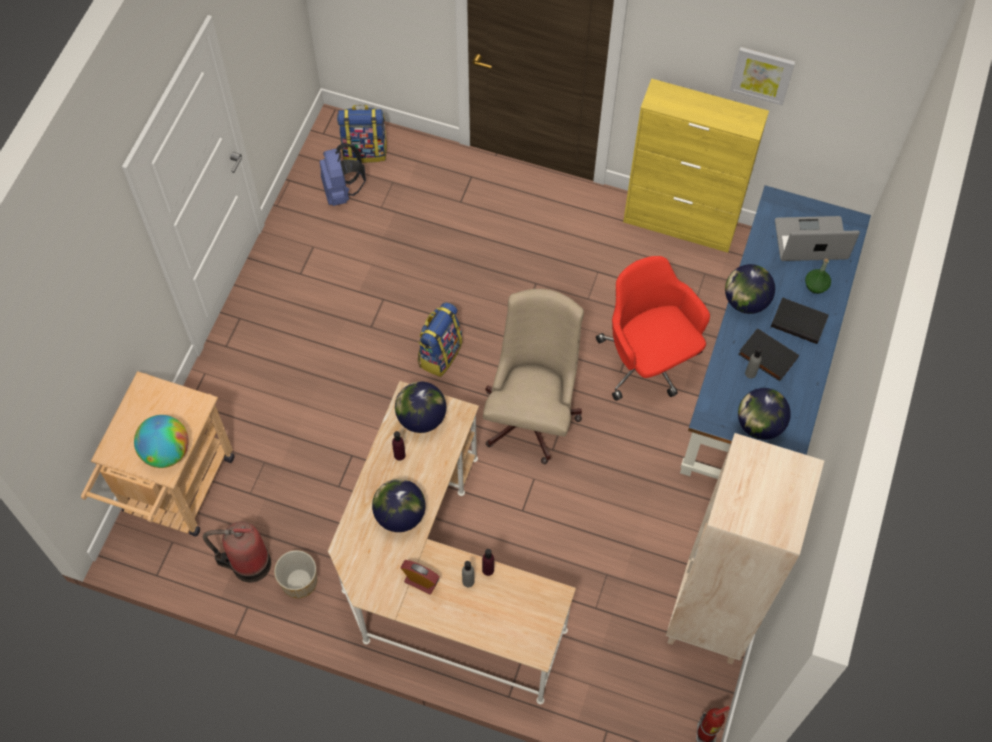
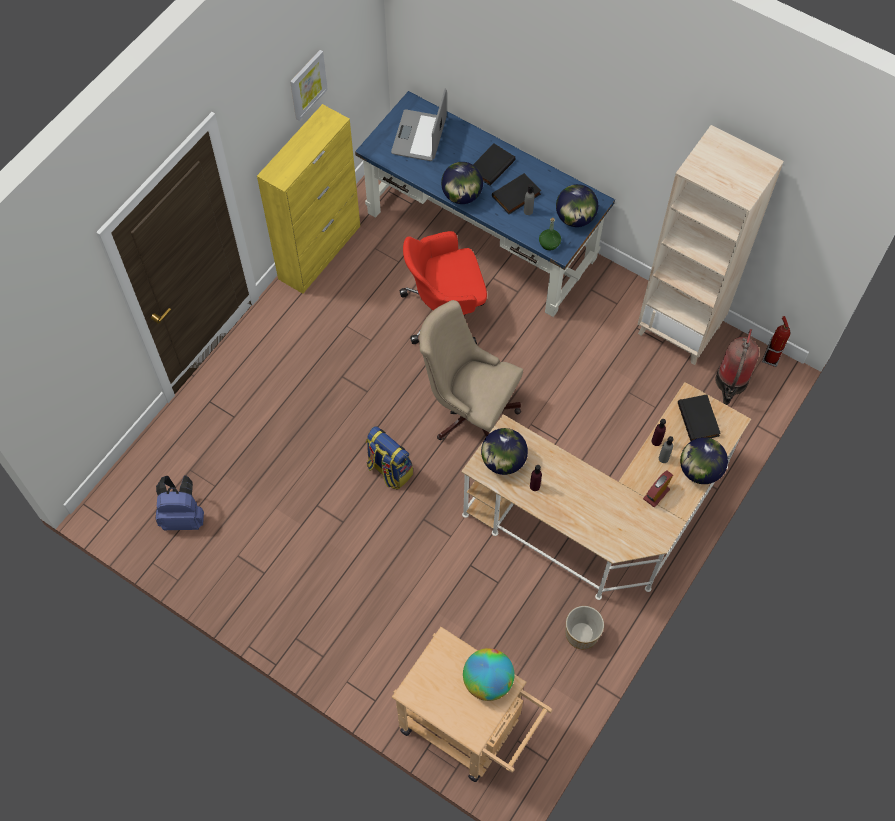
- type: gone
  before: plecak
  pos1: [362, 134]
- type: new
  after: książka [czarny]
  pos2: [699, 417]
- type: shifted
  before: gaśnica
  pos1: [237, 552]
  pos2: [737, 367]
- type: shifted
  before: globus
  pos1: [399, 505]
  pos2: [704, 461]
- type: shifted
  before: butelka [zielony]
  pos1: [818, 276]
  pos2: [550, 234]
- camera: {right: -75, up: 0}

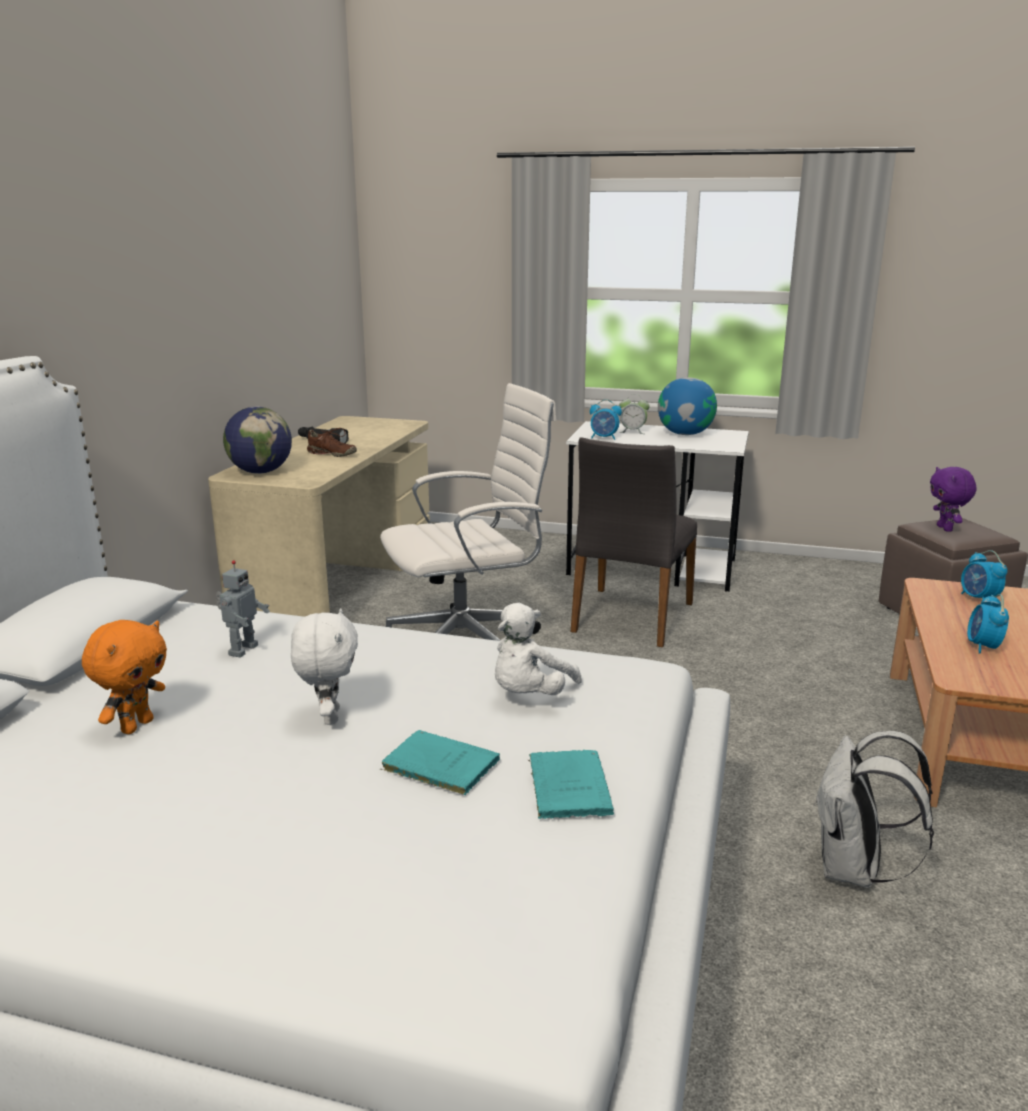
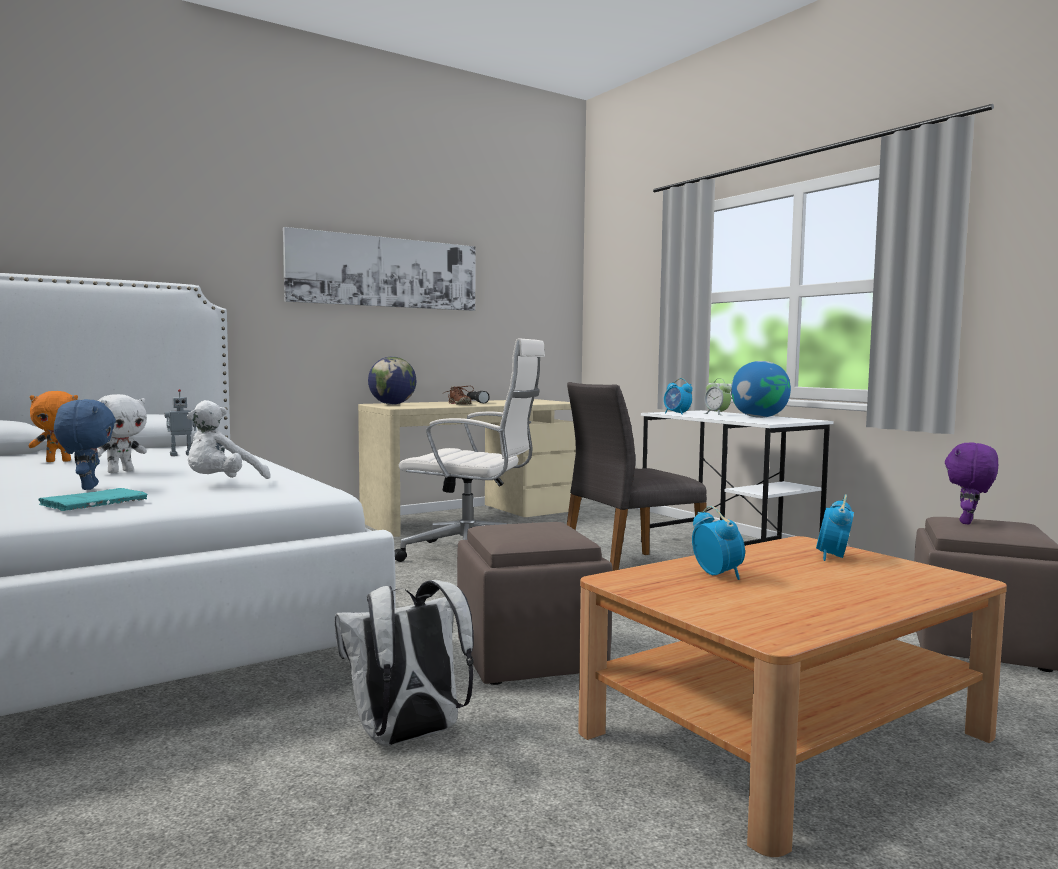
- type: new
  after: obraz
  pos2: [379, 269]
- type: new
  after: pufa [brązowy]
  pos2: [535, 603]
- type: swapped
  before: książka [turkusowy]
  after: pluszak [niebieski]
  pos1: [440, 762]
  pos2: [85, 444]
- type: rotated
  before: pluszak [biały]
  pos1: [538, 649]
  pos2: [228, 439]
  turn: -45
- type: rotated
  before: budzik
  pos1: [988, 624]
  pos2: [718, 543]
  turn: 105
- camera: {right: 40, up: -15}

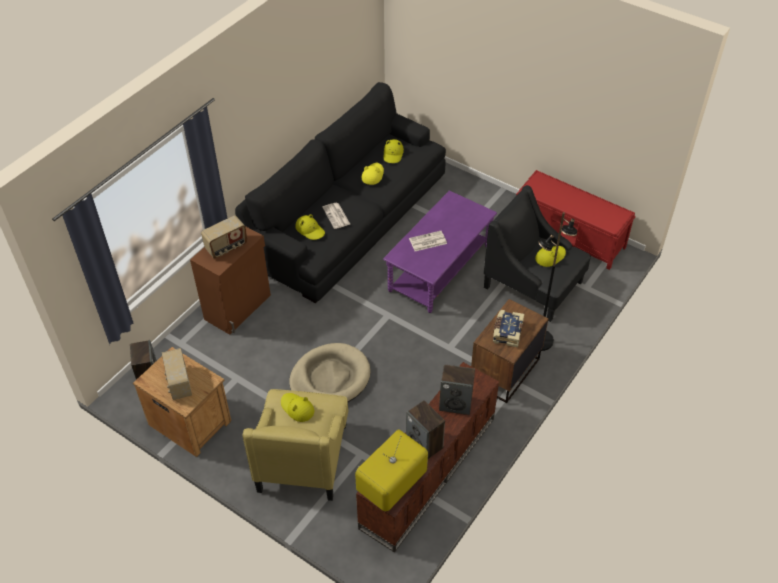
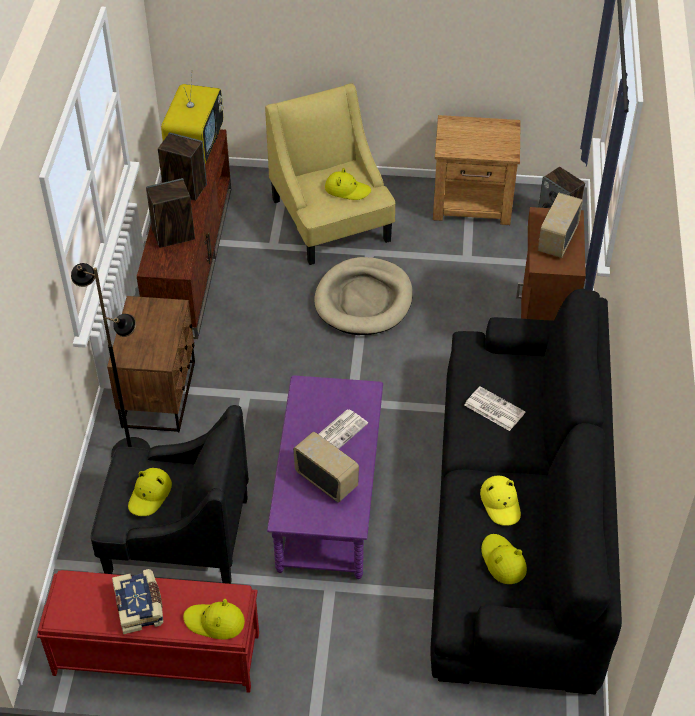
- type: shifted
  before: radio
  pos1: [177, 374]
  pos2: [326, 467]
- type: shifted
  before: kapelusz [żółty]
  pos1: [310, 227]
  pos2: [214, 619]
- type: shifted
  before: książka
  pos1: [508, 329]
  pos2: [137, 601]
- camera: {right: 150, up: 0}

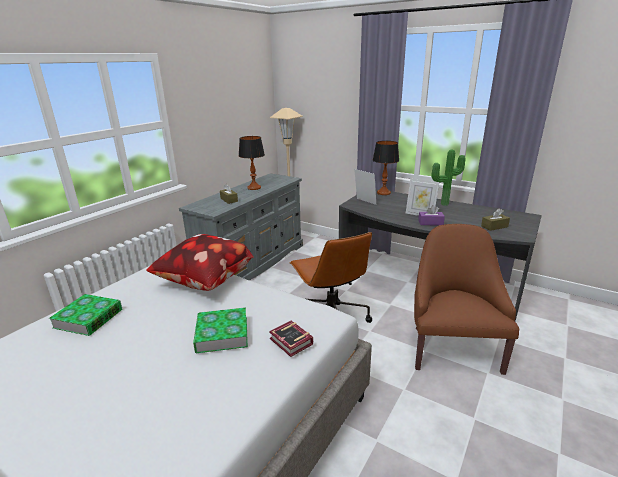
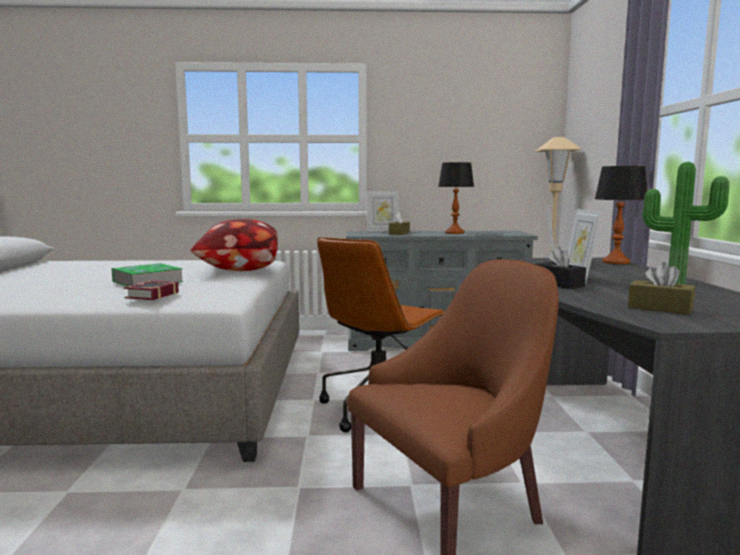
- type: gone
  before: książka
  pos1: [85, 315]
- type: new
  after: ramka na zdjęcie
  pos2: [382, 211]
- type: repainted
  before: pudełko chusteczek [fioletowy]
  after: pudełko chusteczek [czarny]
  pos1: [431, 215]
  pos2: [560, 268]
- camera: {right: 55, up: -15}

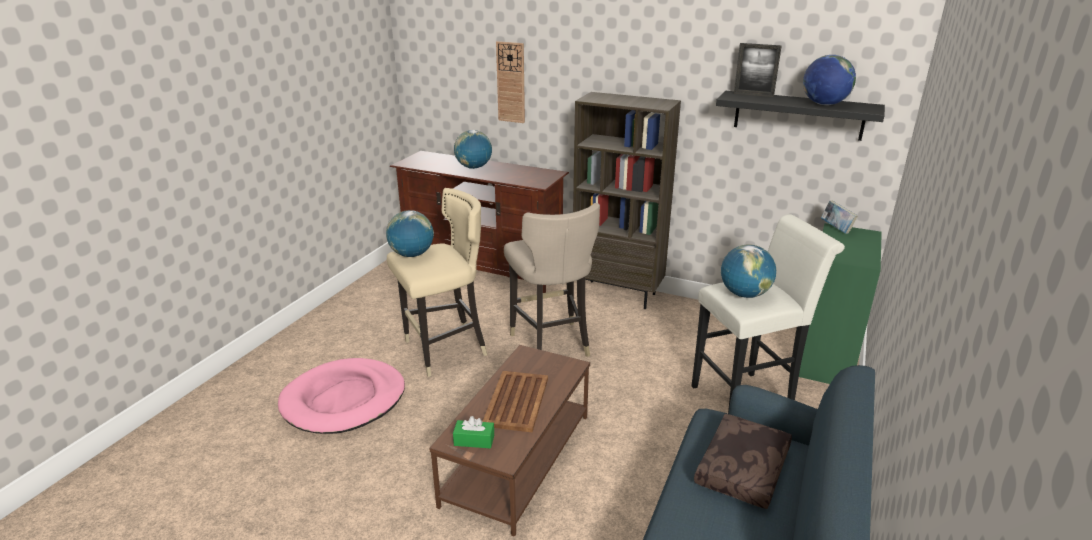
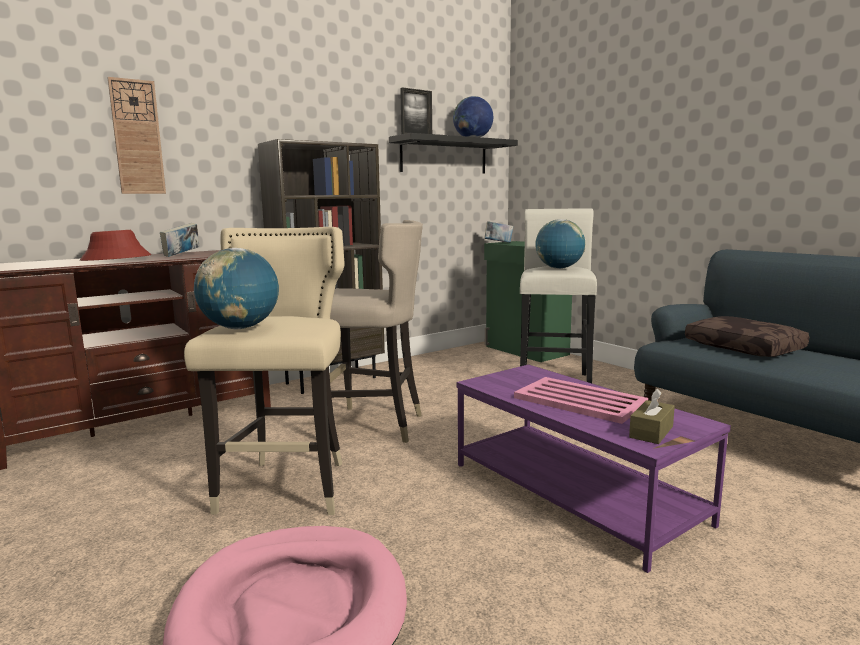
- type: new
  after: książka
  pos2: [179, 240]
- type: swapped
  before: globus
  after: kapelusz [czerwony]
  pos1: [473, 149]
  pos2: [115, 245]
- type: repainted
  before: ława [brązowy]
  after: ława [fioletowy]
  pos1: [509, 441]
  pos2: [593, 468]
- type: repainted
  before: pudełko chusteczek [zielony]
  after: pudełko chusteczek [brązowy]
  pos1: [473, 432]
  pos2: [652, 416]
- type: repainted
  before: taca [brązowy]
  after: taca [różowy]
  pos1: [515, 401]
  pos2: [581, 400]
- camera: {right: -60, up: -15}

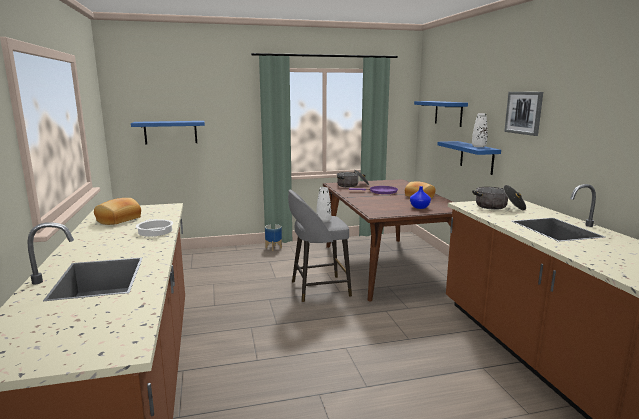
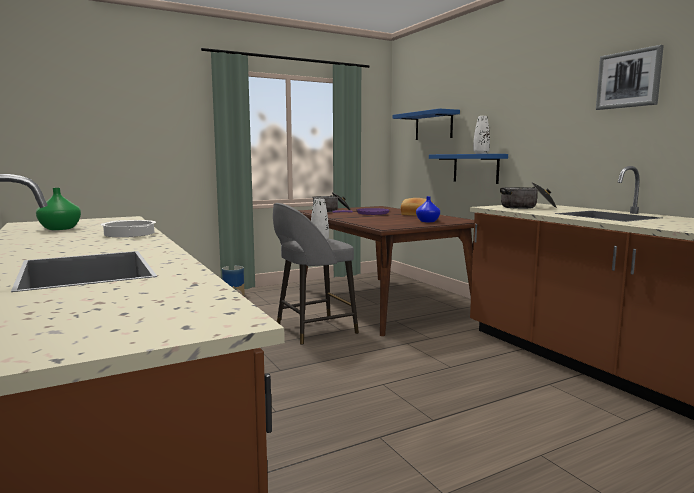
- type: gone
  before: półka [niebieski]
  pos1: [168, 133]
- type: shifted
  before: obraz
  pos1: [523, 114]
  pos2: [630, 77]
- type: swapped
  before: chleb
  after: wazon [zielony]
  pos1: [117, 211]
  pos2: [58, 209]
- camera: {right: -15, up: -5}

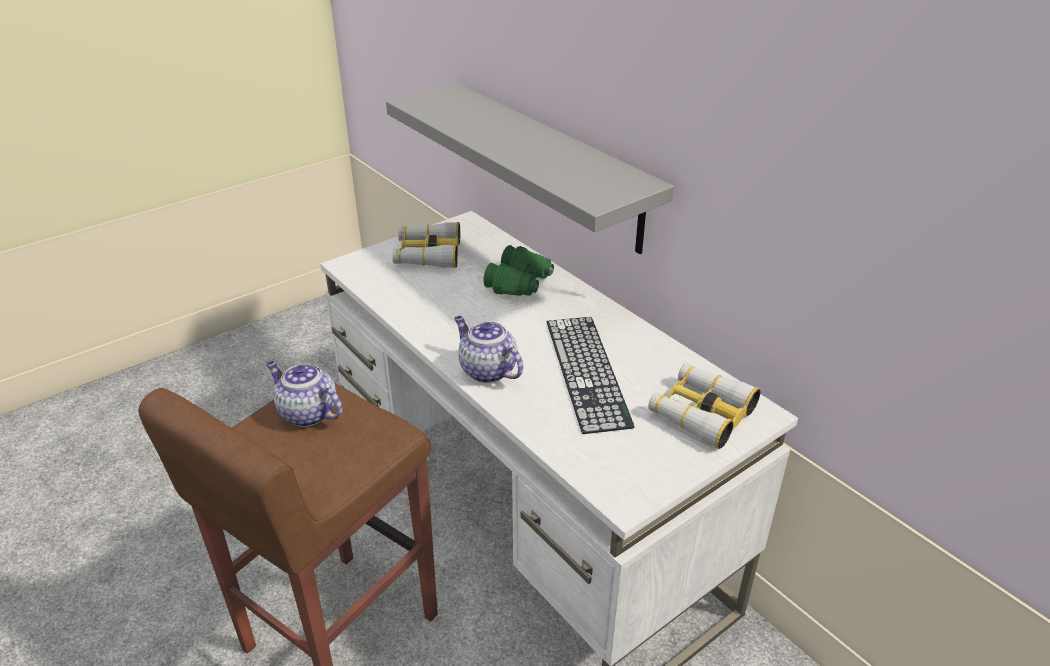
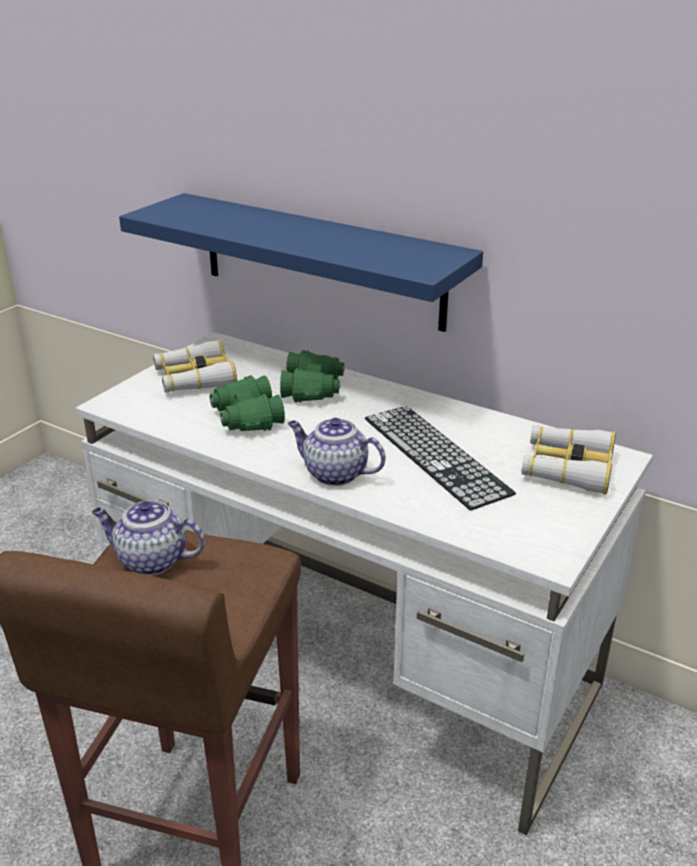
- type: new
  after: lornetka [zielony]
  pos2: [247, 403]
- type: repainted
  before: półka [szary]
  after: półka [niebieski]
  pos1: [530, 168]
  pos2: [301, 262]
- camera: {right: -20, up: -5}

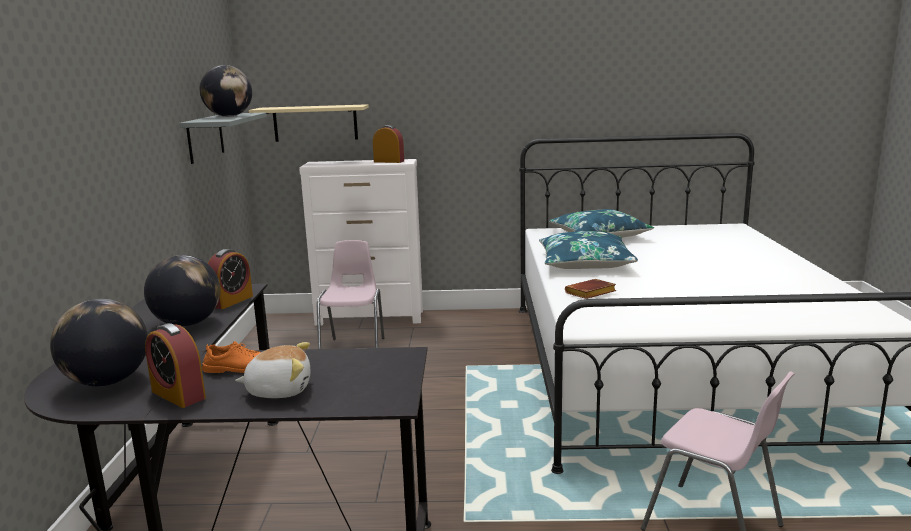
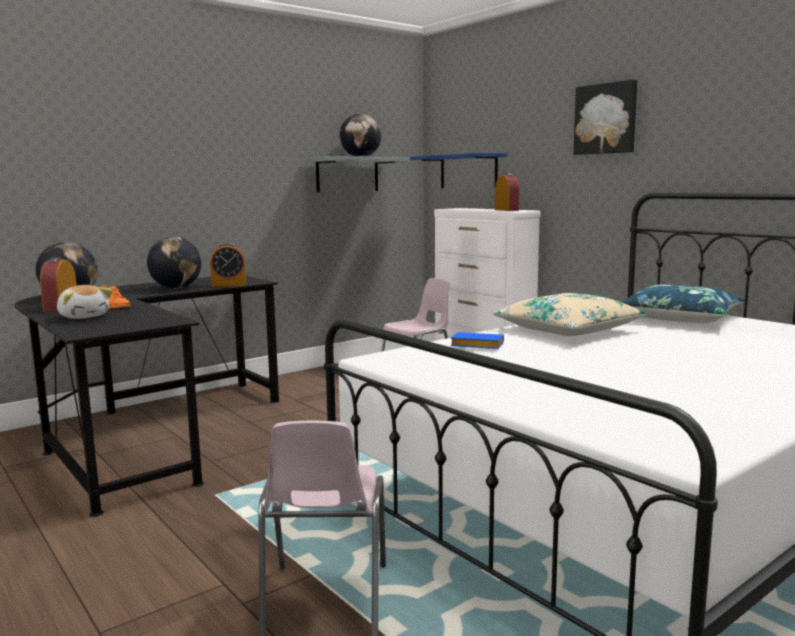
- type: new
  after: obraz
  pos2: [605, 117]
- type: repainted
  before: półka [beżowy]
  after: półka [niebieski]
  pos1: [309, 123]
  pos2: [458, 170]
- type: repainted
  before: poduszka [niebieski]
  after: poduszka [beżowy]
  pos1: [588, 250]
  pos2: [570, 314]
- type: repainted
  before: książka [brązowy]
  after: książka [niebieski]
  pos1: [590, 289]
  pos2: [477, 340]
- camera: {right: 50, up: -5}

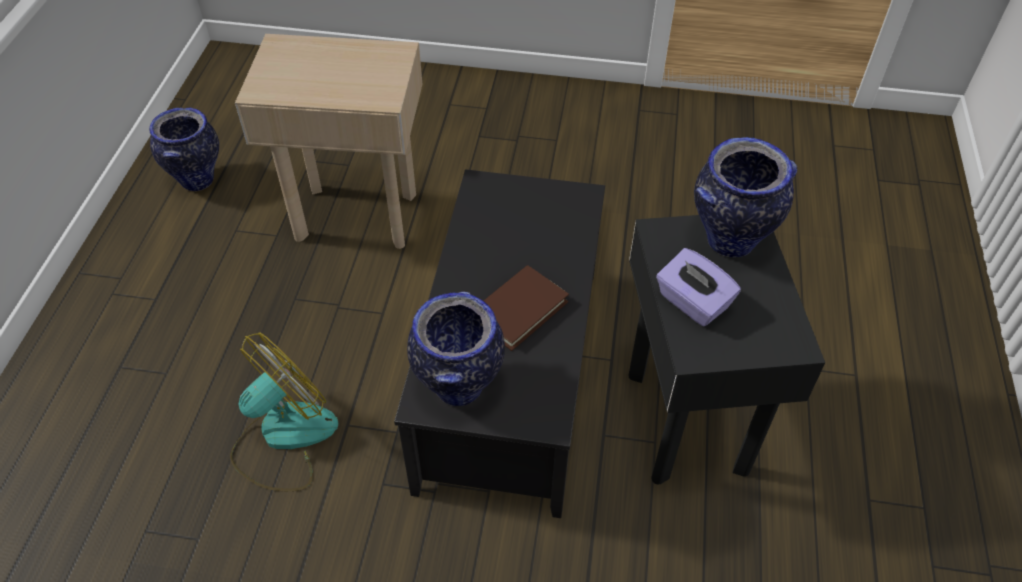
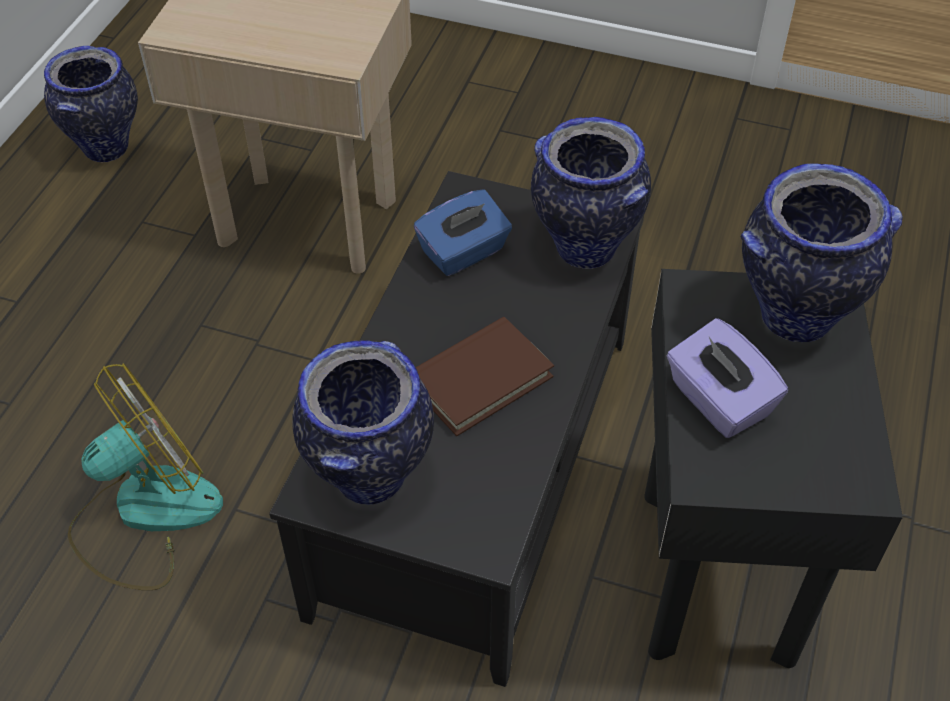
- type: new
  after: pudełko chusteczek [niebieski]
  pos2: [463, 232]
- type: new
  after: wazon
  pos2: [591, 193]
- camera: {right: 10, up: 0}

